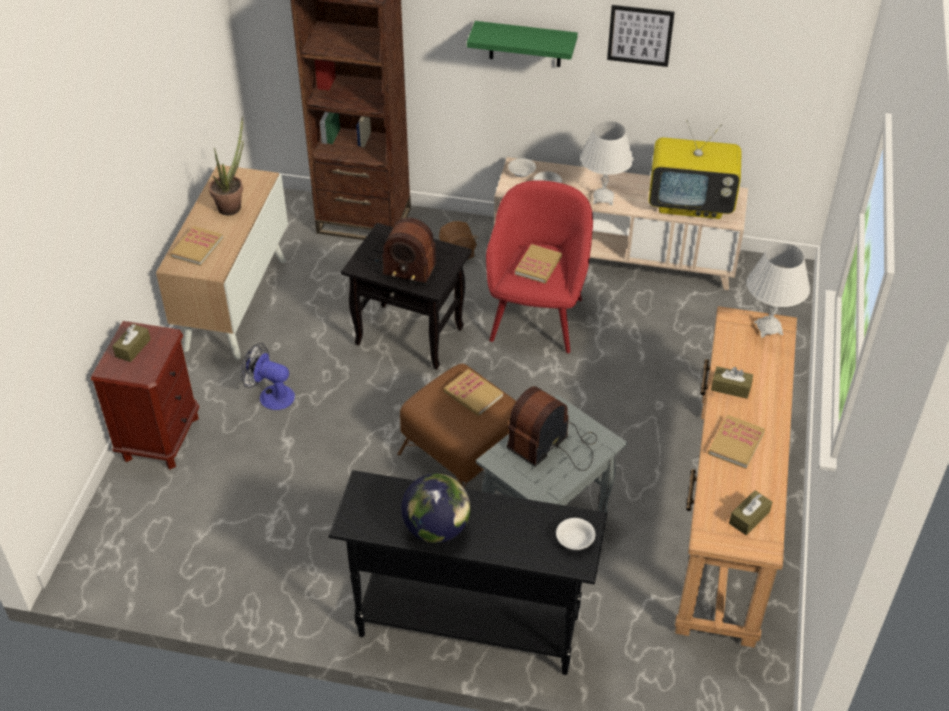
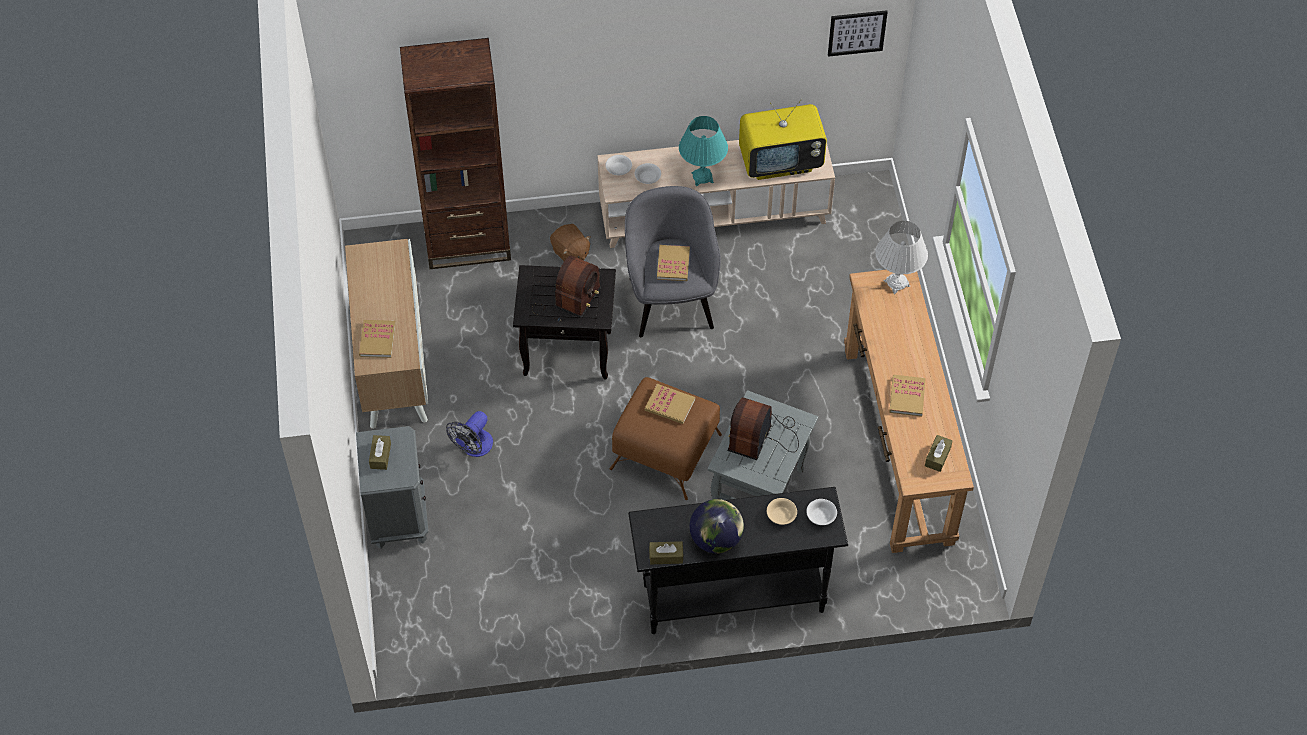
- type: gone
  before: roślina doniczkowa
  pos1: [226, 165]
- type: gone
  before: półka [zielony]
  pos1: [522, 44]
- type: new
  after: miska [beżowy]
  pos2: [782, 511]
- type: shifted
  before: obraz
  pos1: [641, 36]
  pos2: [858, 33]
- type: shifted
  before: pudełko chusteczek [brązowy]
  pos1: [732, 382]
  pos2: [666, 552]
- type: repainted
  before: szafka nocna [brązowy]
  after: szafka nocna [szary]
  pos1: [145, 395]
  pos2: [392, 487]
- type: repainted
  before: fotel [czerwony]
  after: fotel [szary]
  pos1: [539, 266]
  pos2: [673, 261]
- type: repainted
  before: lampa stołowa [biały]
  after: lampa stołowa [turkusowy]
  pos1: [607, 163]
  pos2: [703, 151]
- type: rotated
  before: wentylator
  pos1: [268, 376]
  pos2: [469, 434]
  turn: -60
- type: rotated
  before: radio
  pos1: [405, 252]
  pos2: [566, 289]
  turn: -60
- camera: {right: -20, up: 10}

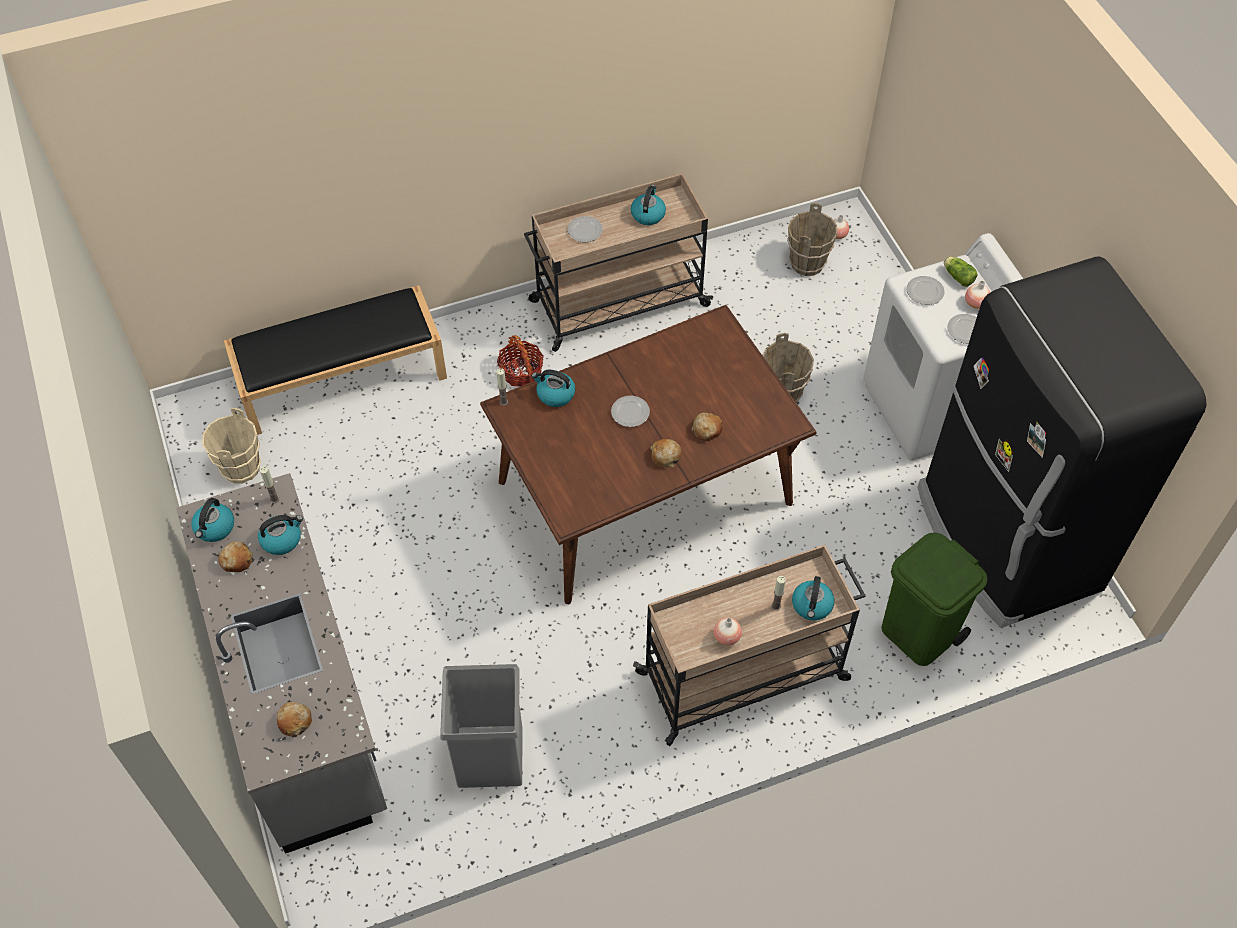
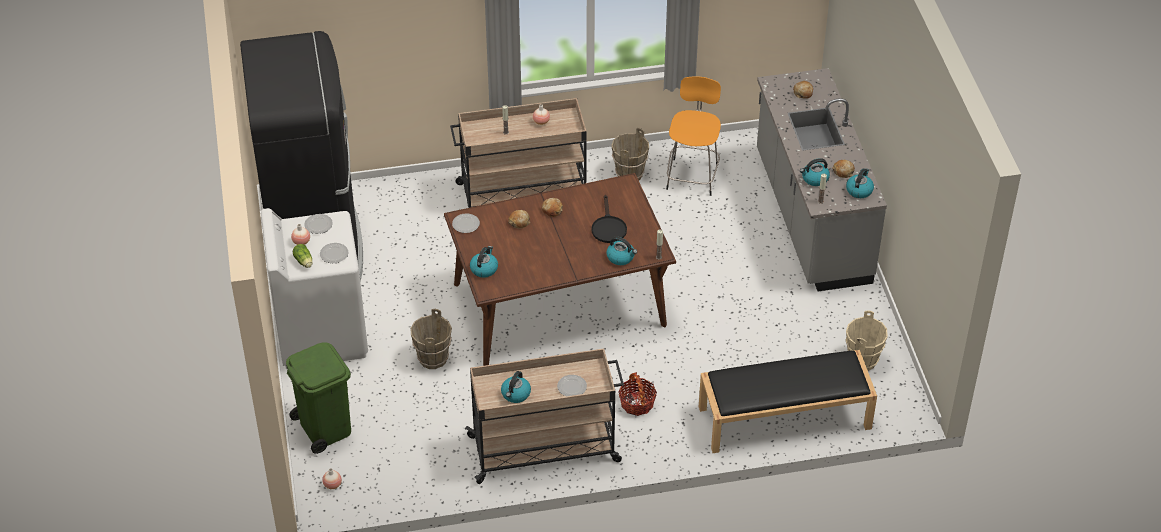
- type: new
  after: patelnia [czarny]
  pos2: [609, 219]
- type: shifted
  before: talerz
  pos1: [630, 411]
  pos2: [466, 223]
- type: shifted
  before: wiadro [brązowy]
  pos1: [812, 239]
  pos2: [630, 154]
- type: shifted
  before: czajnik
  pos1: [813, 598]
  pos2: [484, 262]
- type: shifted
  before: kosz na śmieci [zielony]
  pos1: [934, 599]
  pos2: [318, 398]
- type: swapped
  before: kosz na śmieci [szary]
  after: stołek [pomarańczowy]
  pos1: [481, 726]
  pos2: [693, 136]
- camera: {right: -170, up: -10}

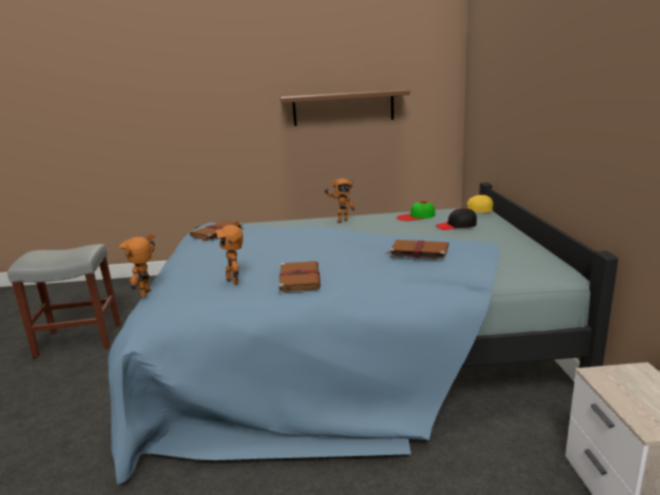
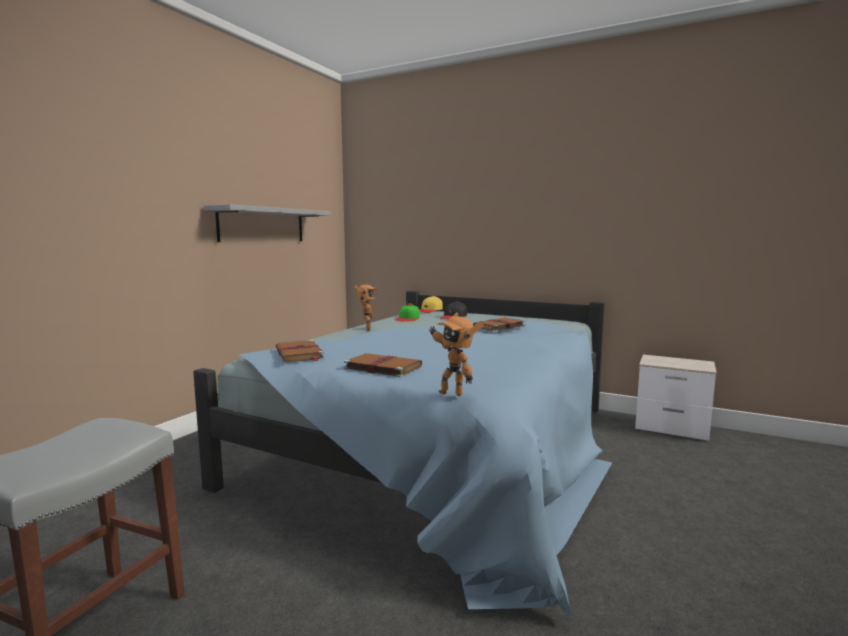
- type: gone
  before: robot zabawkowy
  pos1: [229, 252]
- type: shifted
  before: książka [brązowy]
  pos1: [299, 277]
  pos2: [383, 365]
- type: repainted
  before: półka [brązowy]
  after: półka [szary]
  pos1: [345, 108]
  pos2: [267, 223]
- camera: {right: -60, up: -10}

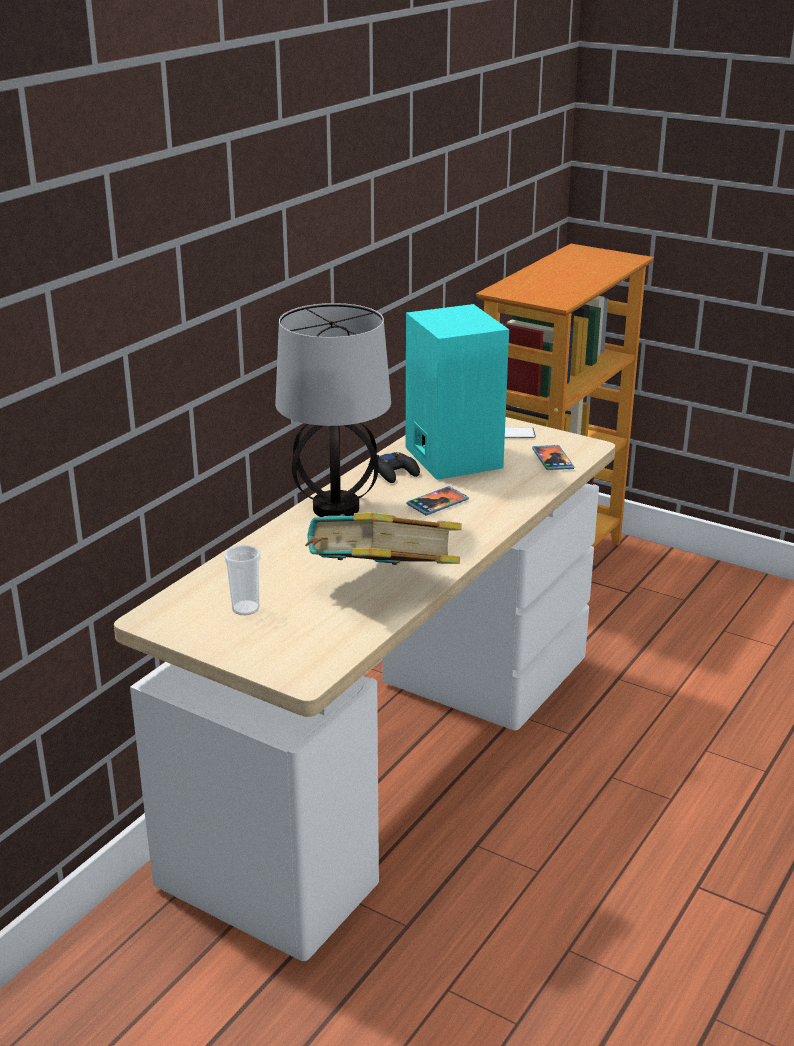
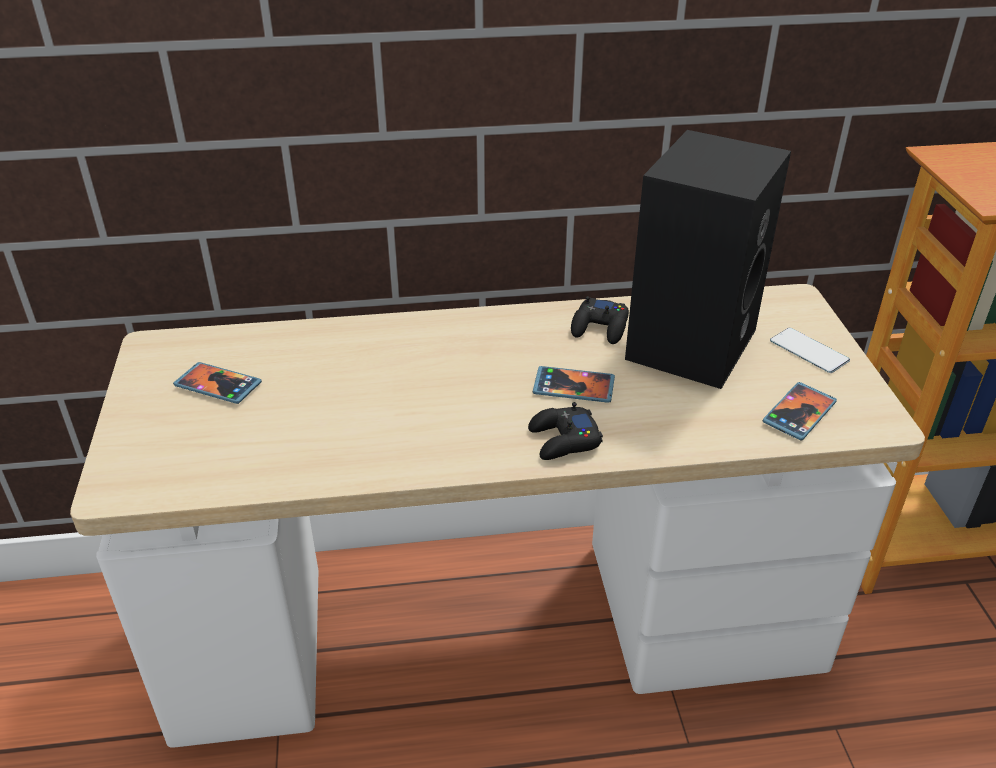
- type: gone
  before: lampa stołowa
  pos1: [333, 410]
- type: gone
  before: książka
  pos1: [383, 538]
- type: new
  after: pad do gier [czarny]
  pos2: [565, 431]
- type: swapped
  before: filiżanka
  after: telefon
  pos1: [242, 580]
  pos2: [217, 383]
- type: repainted
  before: głośnik [turkusowy]
  after: głośnik [czarny]
  pos1: [457, 392]
  pos2: [708, 259]
- camera: {right: 50, up: 10}

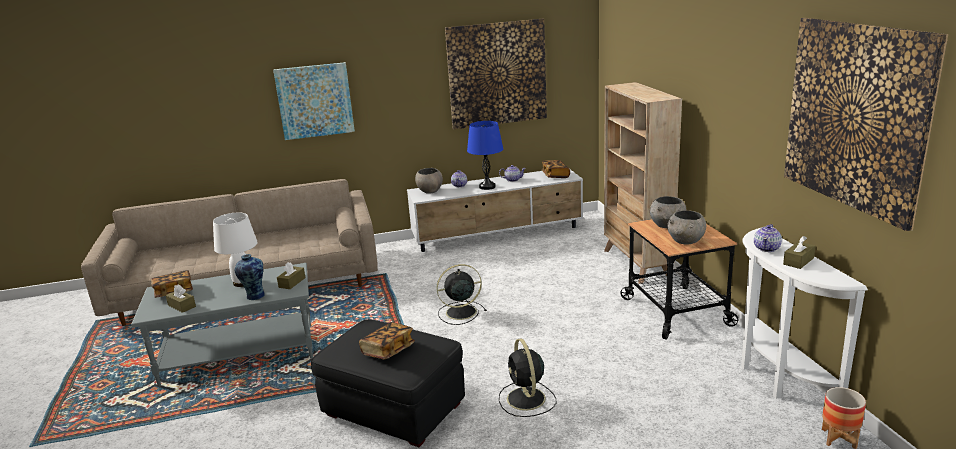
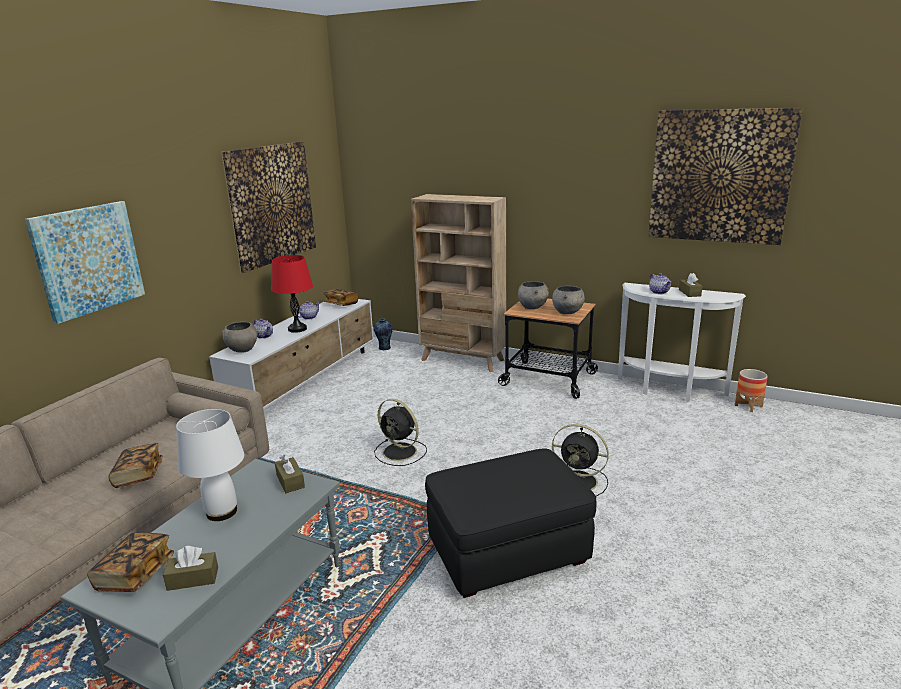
- type: shifted
  before: wazon
  pos1: [250, 277]
  pos2: [383, 334]
- type: shifted
  before: książka
  pos1: [387, 341]
  pos2: [136, 465]
- type: repainted
  before: lampa stołowa [niebieski]
  after: lampa stołowa [czerwony]
  pos1: [485, 155]
  pos2: [292, 294]
- type: rotated
  before: wentylator [czarny]
  pos1: [461, 294]
  pos2: [400, 432]
  turn: -75
- camera: {right: -50, up: 0}

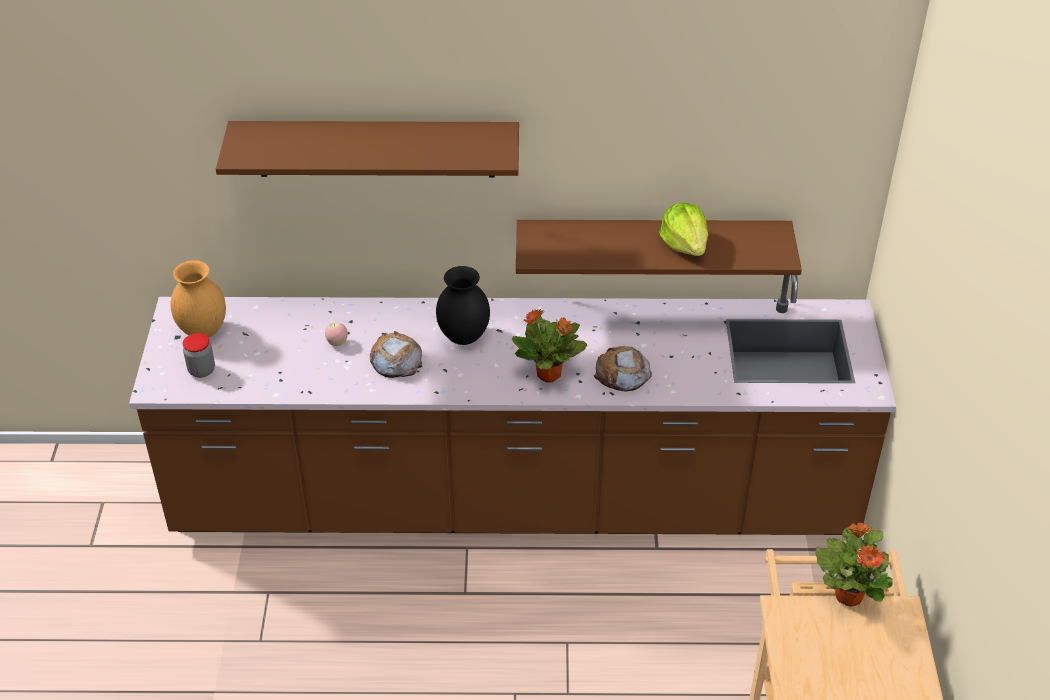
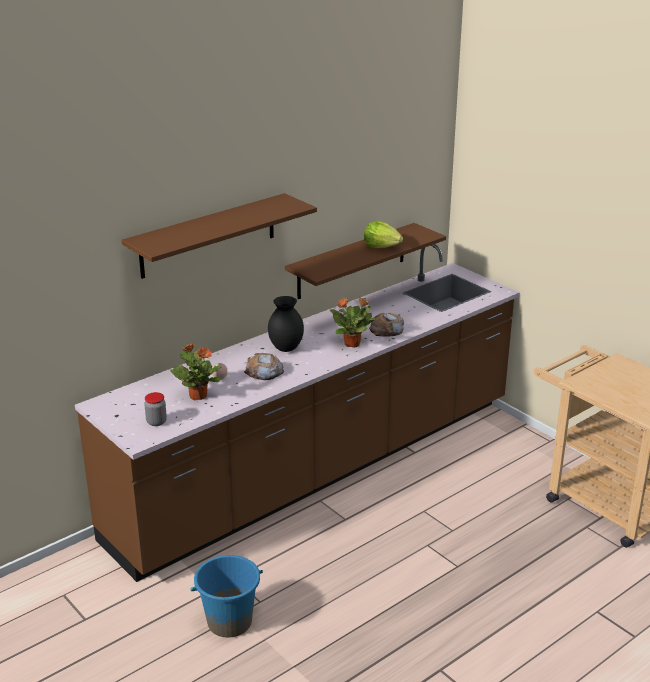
- type: gone
  before: wazon [brązowy]
  pos1: [198, 299]
- type: new
  after: wiadro [niebieski]
  pos2: [226, 596]
- type: shifted
  before: roślina doniczkowa
  pos1: [853, 565]
  pos2: [196, 371]
- camera: {right: -40, up: -15}

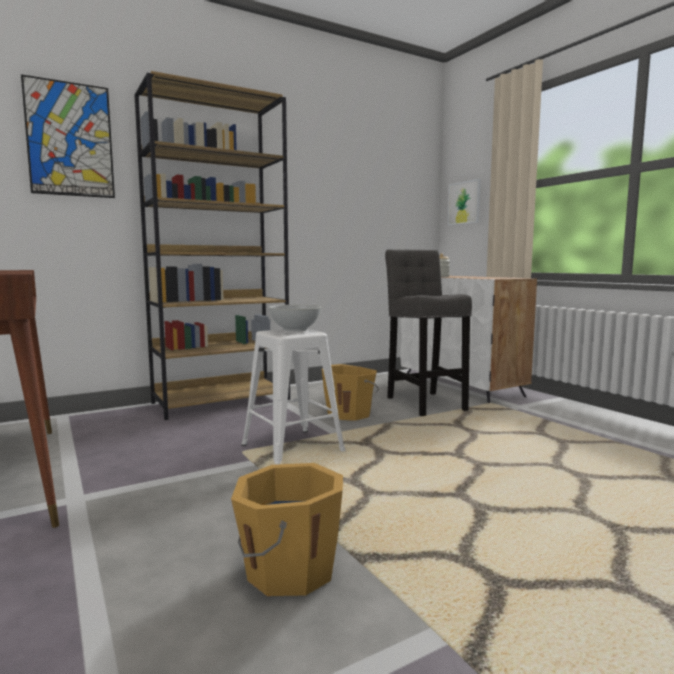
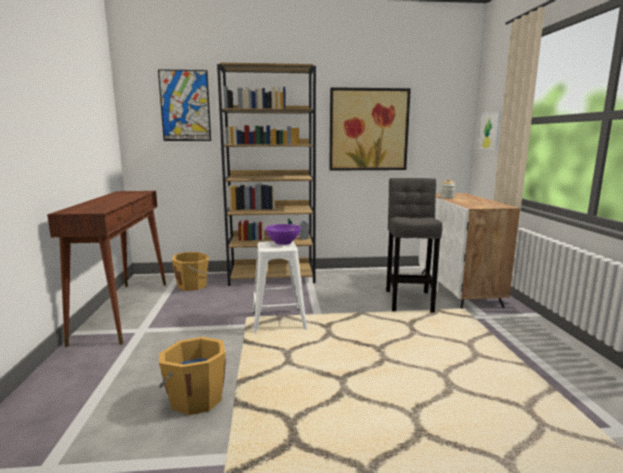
- type: new
  after: obraz
  pos2: [370, 129]
- type: shifted
  before: wiadro [pomarańczowy]
  pos1: [350, 392]
  pos2: [190, 271]
- type: repainted
  before: miska [biały]
  after: miska [fioletowy]
  pos1: [295, 318]
  pos2: [283, 234]
- camera: {right: 25, up: 5}

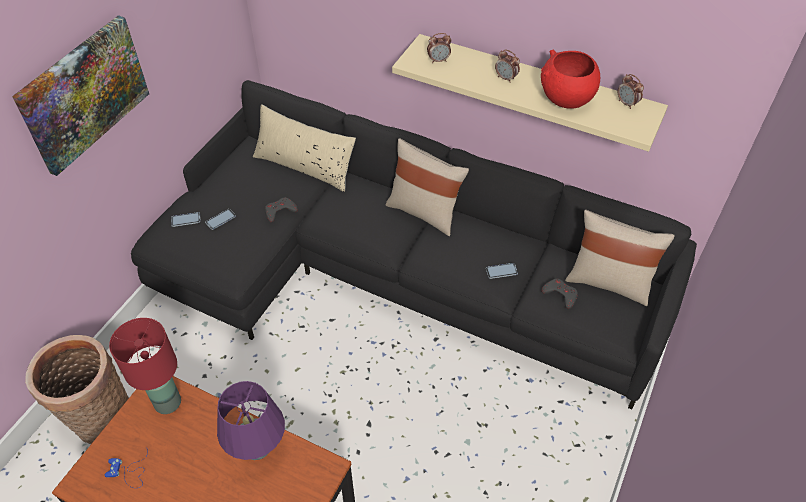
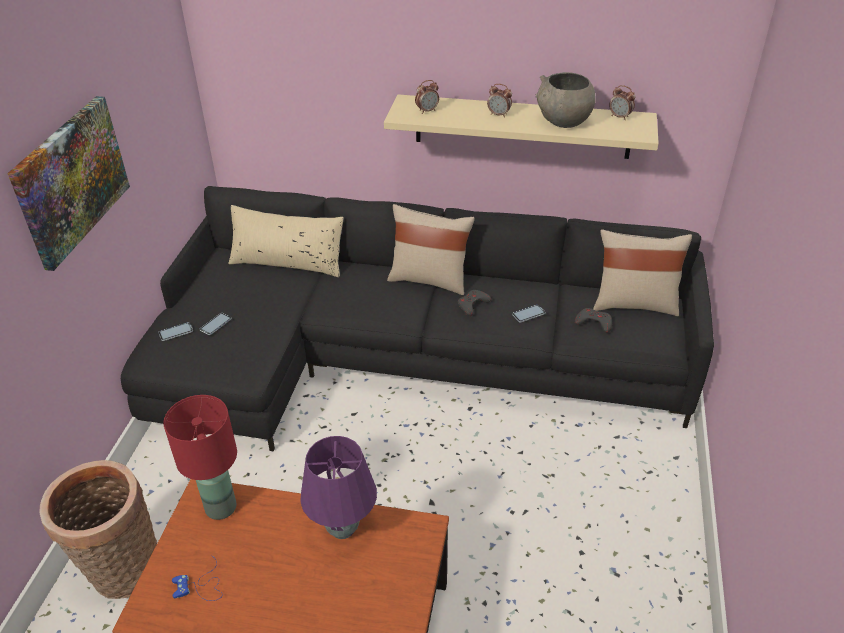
- type: shifted
  before: pad do gier [szary]
  pos1: [281, 210]
  pos2: [474, 303]
- type: repainted
  before: miska [czerwony]
  after: miska [szary]
  pos1: [570, 79]
  pos2: [565, 100]
- camera: {right: -15, up: -10}

